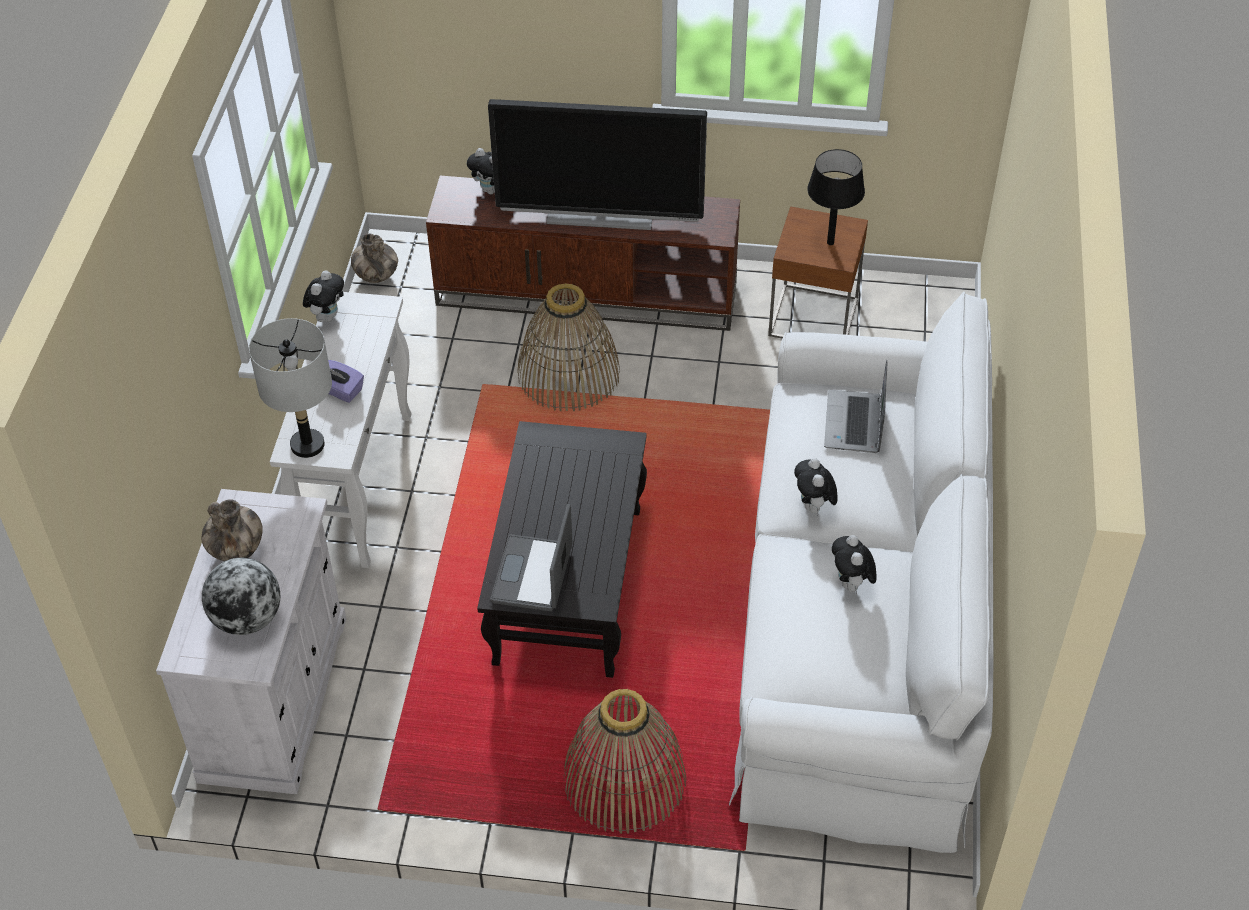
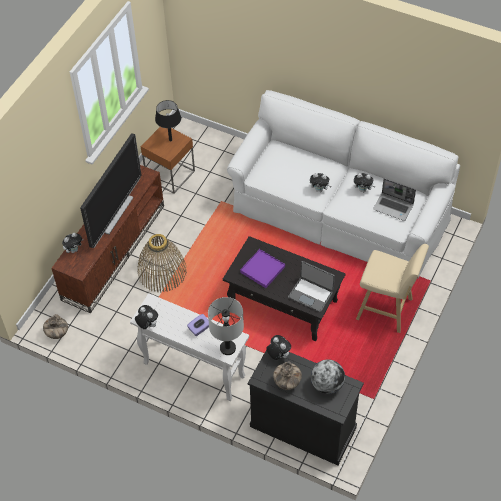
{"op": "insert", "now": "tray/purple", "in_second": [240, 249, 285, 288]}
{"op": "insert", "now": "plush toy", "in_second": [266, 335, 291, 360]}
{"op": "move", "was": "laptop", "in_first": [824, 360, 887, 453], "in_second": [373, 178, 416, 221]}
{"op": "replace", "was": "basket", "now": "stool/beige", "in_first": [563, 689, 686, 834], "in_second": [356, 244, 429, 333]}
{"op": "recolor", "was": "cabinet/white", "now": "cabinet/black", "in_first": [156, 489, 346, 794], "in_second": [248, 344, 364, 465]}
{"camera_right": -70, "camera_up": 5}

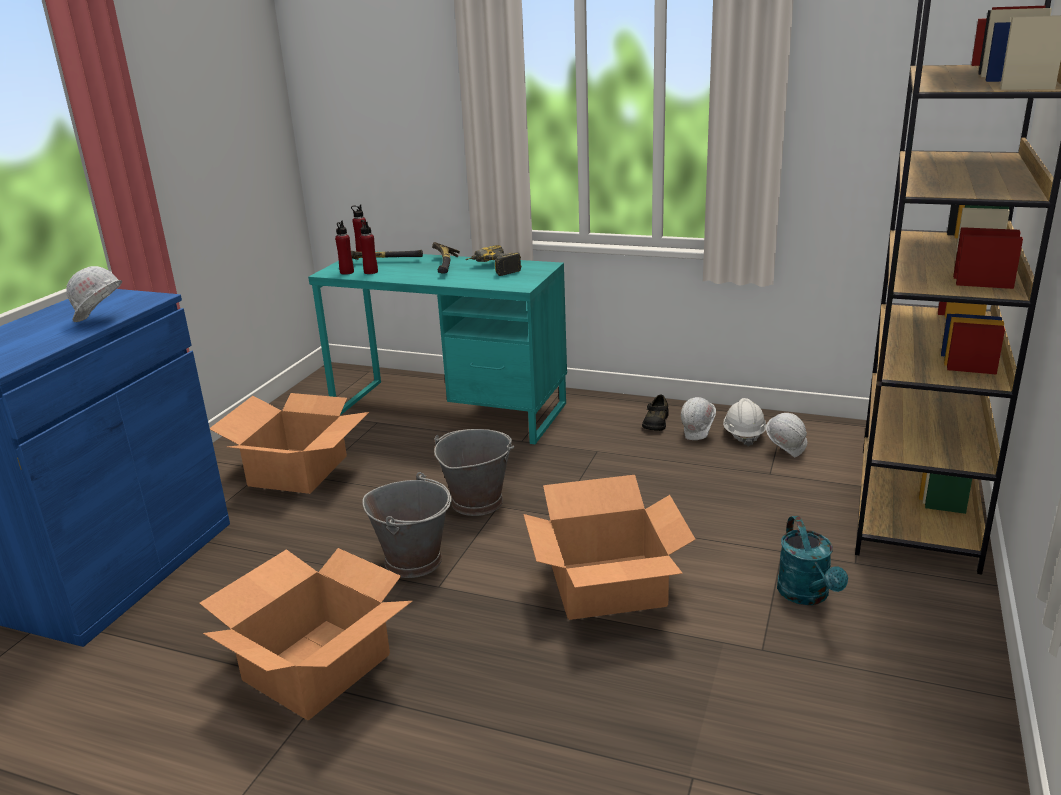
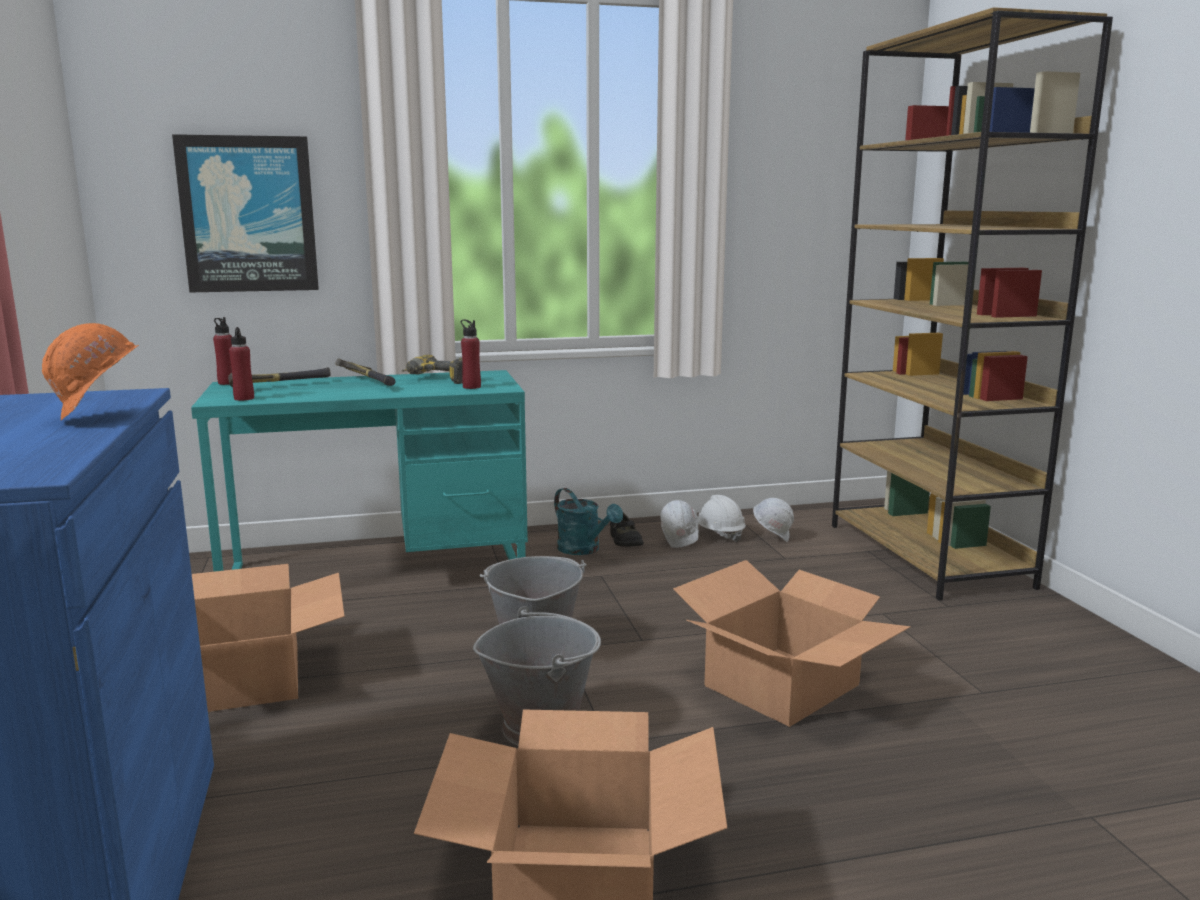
{"op": "insert", "now": "picture", "in_second": [172, 134, 319, 293]}
{"op": "move", "was": "bottle/red", "in_first": [360, 220, 378, 274], "in_second": [461, 320, 481, 389]}
{"op": "move", "was": "watering can/turquoise", "in_first": [777, 516, 848, 605], "in_second": [554, 488, 623, 555]}
{"op": "recolor", "was": "hard hat/white", "now": "hard hat/orange", "in_first": [47, 266, 122, 337], "in_second": [42, 323, 139, 420]}
{"camera_right": -35, "camera_up": -10}

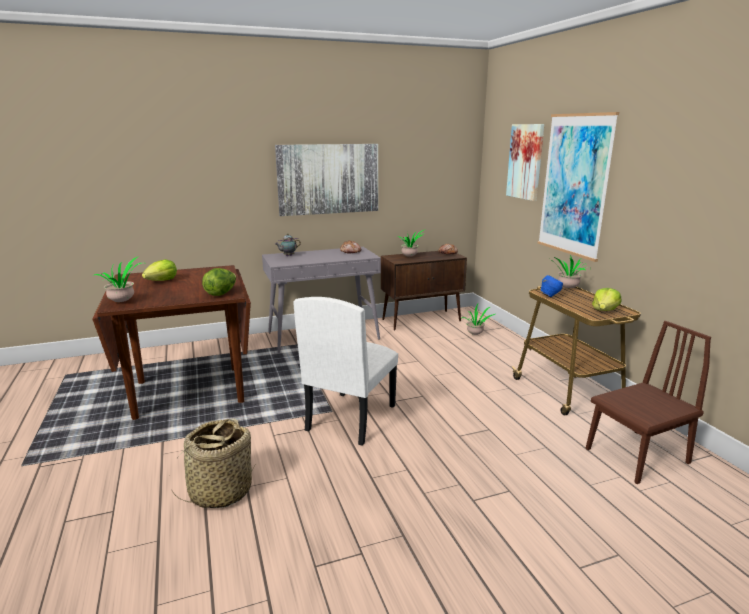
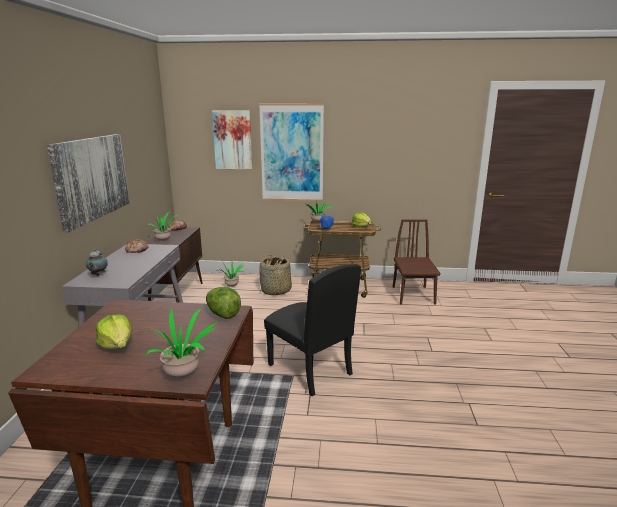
{"op": "move", "was": "basket", "in_first": [171, 418, 256, 508], "in_second": [259, 255, 292, 295]}
{"op": "recolor", "was": "chair/white", "now": "chair/black", "in_first": [293, 297, 398, 446], "in_second": [264, 264, 361, 396]}
{"camera_right": -65, "camera_up": 0}

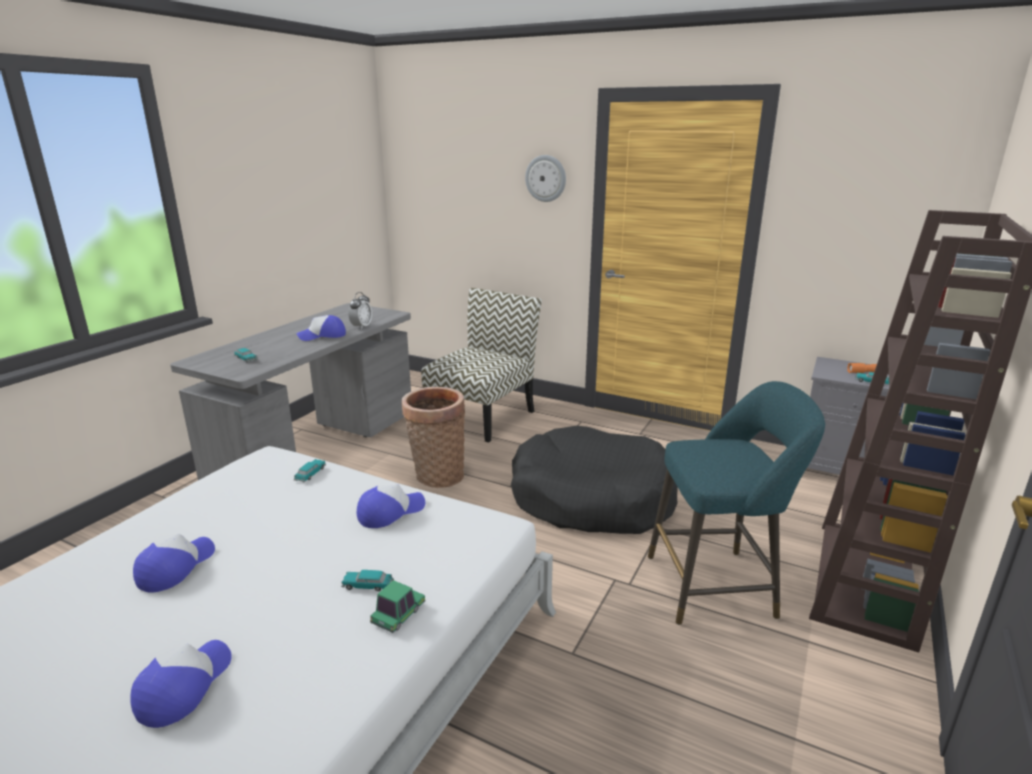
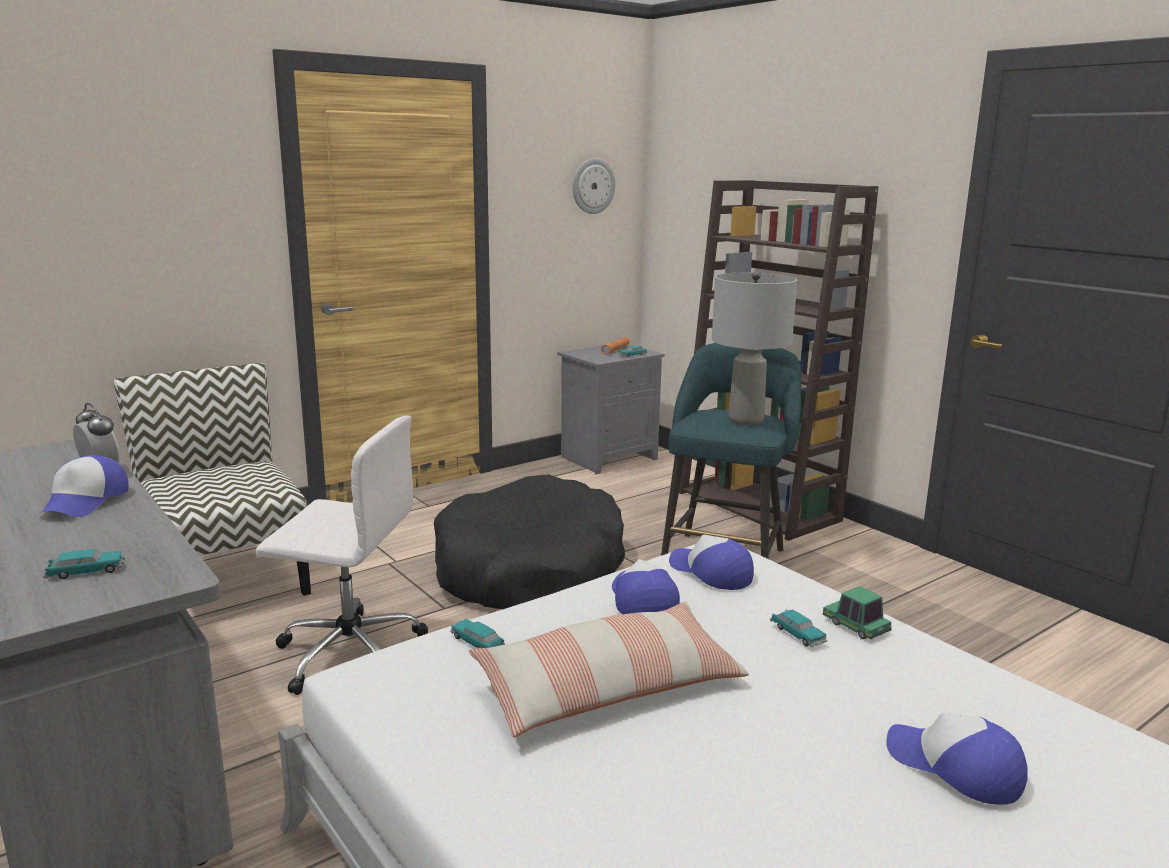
{"op": "insert", "now": "pillow", "in_second": [469, 601, 749, 737]}
{"op": "insert", "now": "table lamp/grey", "in_second": [712, 271, 797, 425]}
{"op": "move", "was": "cap", "in_first": [133, 534, 215, 593], "in_second": [669, 535, 754, 590]}
{"op": "move", "was": "wall clock", "in_first": [525, 155, 566, 202], "in_second": [572, 158, 615, 214]}
{"op": "replace", "was": "basket", "now": "office chair/white", "in_first": [402, 387, 465, 488], "in_second": [256, 416, 428, 695]}
{"op": "rotate", "was": "toy car", "in_first": [341, 570, 394, 591], "in_second": [770, 610, 827, 647], "clockwise": -60}
{"camera_right": -65, "camera_up": -5}

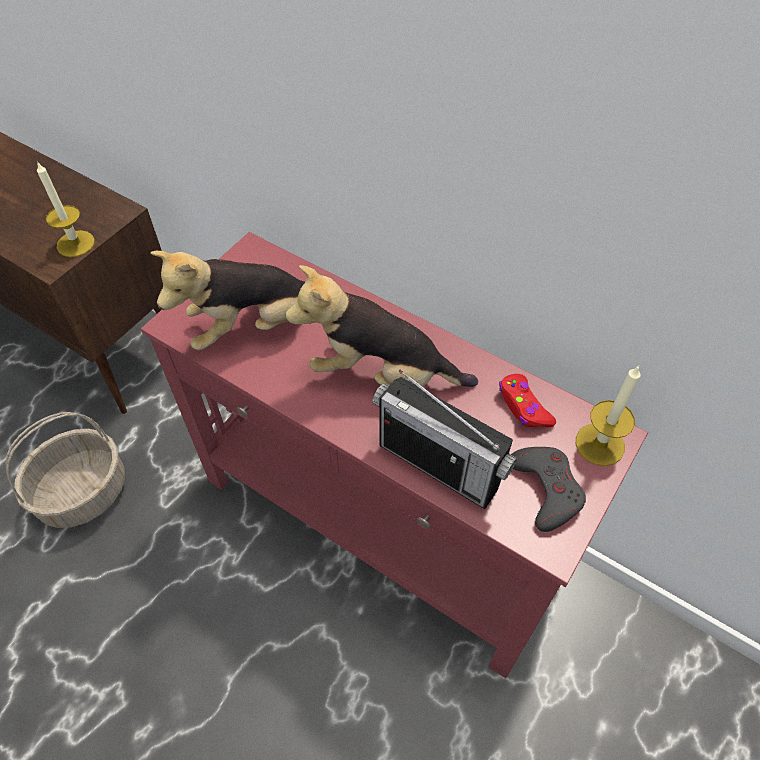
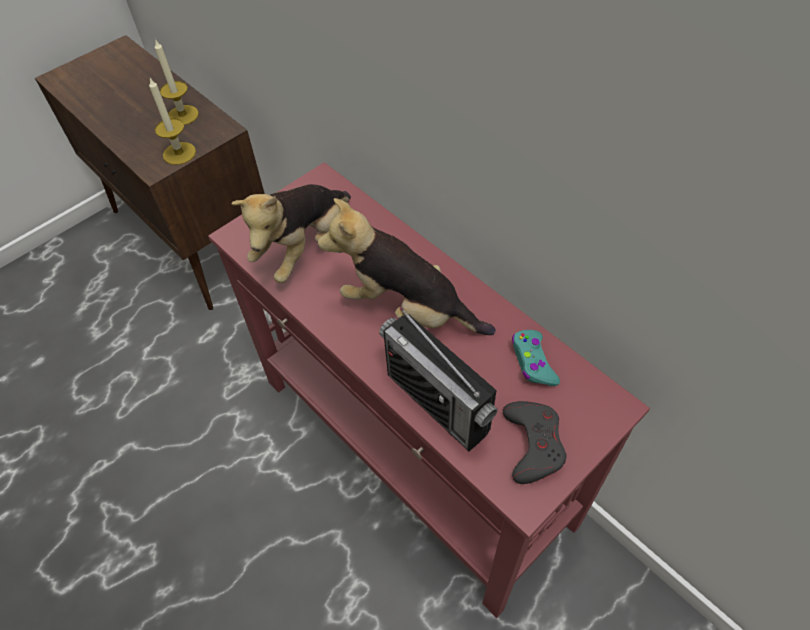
{"op": "delete", "was": "basket", "in_first": [5, 412, 125, 528]}
{"op": "move", "was": "candle", "in_first": [576, 366, 641, 466], "in_second": [155, 39, 199, 125]}
{"op": "recolor", "was": "game controller/red", "now": "game controller/turquoise", "in_first": [499, 374, 556, 428], "in_second": [512, 330, 560, 386]}
{"op": "rotate", "was": "plush toy", "in_first": [151, 251, 305, 350], "in_second": [231, 184, 351, 283], "clockwise": -45}
{"camera_right": 15, "camera_up": 0}

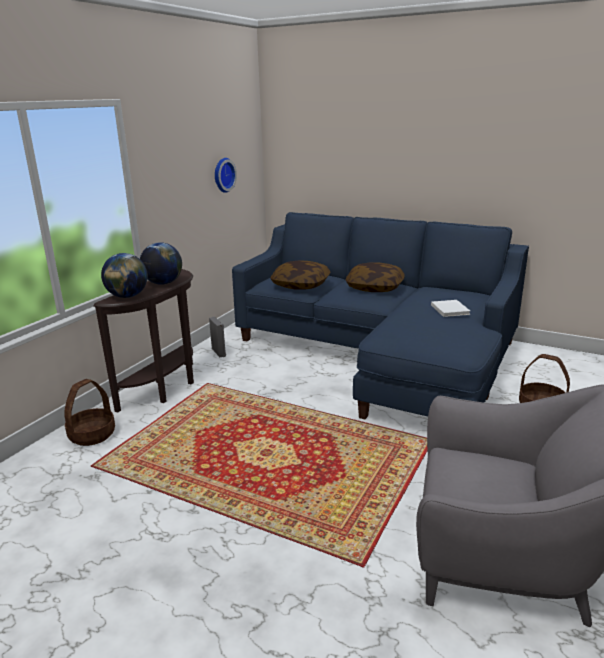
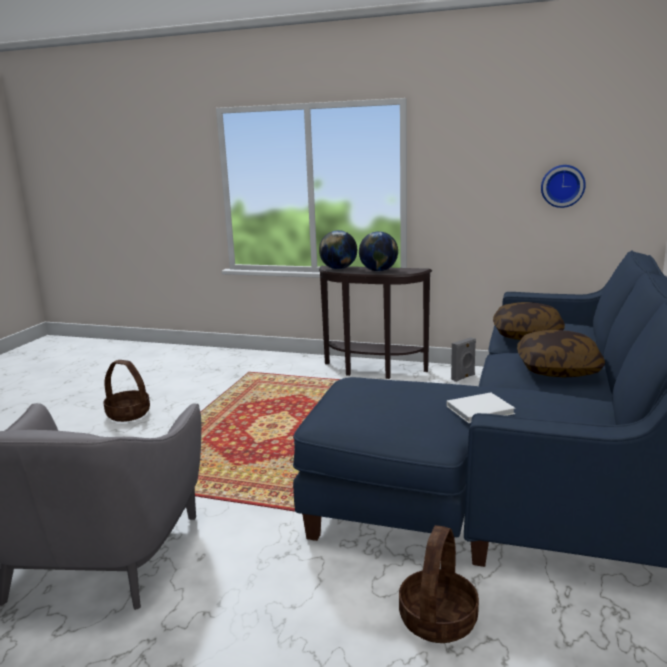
{"op": "move", "was": "basket", "in_first": [64, 379, 115, 446], "in_second": [103, 360, 150, 422]}
{"camera_right": 80, "camera_up": -5}

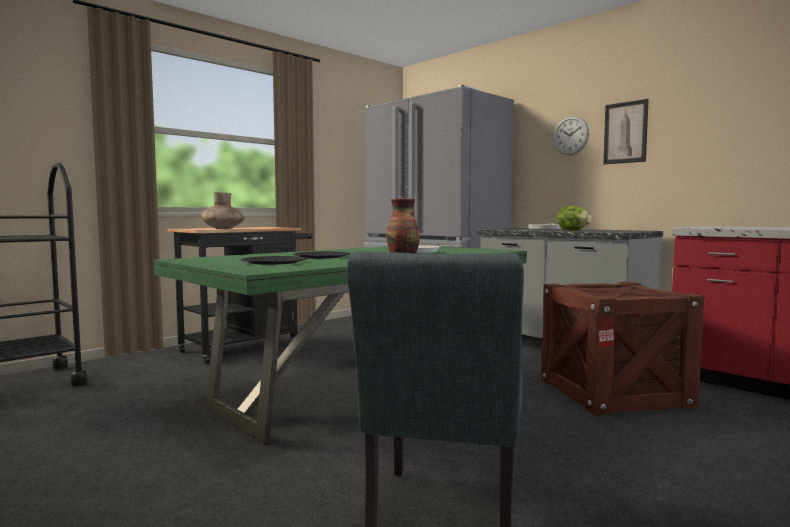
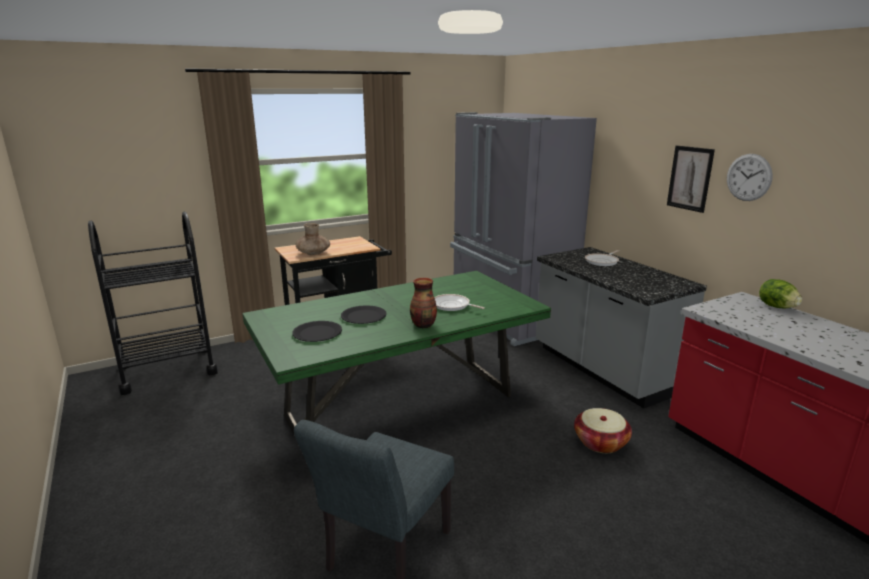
{"op": "move", "was": "wall clock", "in_first": [553, 116, 589, 155], "in_second": [727, 154, 773, 201]}
{"op": "move", "was": "lettuce", "in_first": [557, 206, 592, 231], "in_second": [759, 279, 802, 308]}
{"op": "replace", "was": "crate", "now": "basket", "in_first": [541, 282, 704, 416], "in_second": [574, 408, 632, 453]}
{"camera_right": 15, "camera_up": 15}

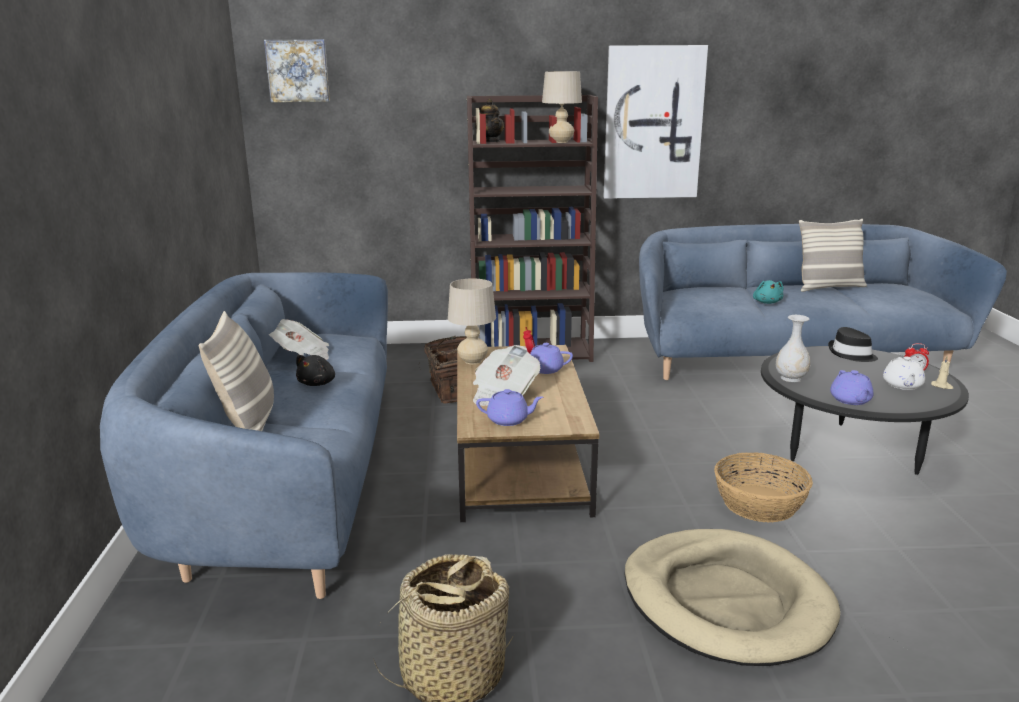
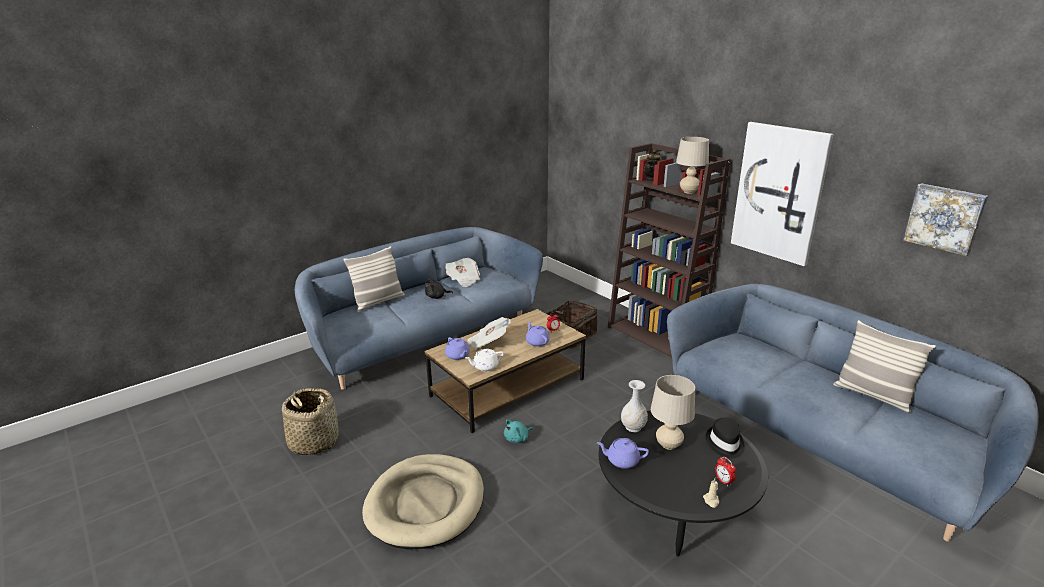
{"op": "delete", "was": "basket", "in_first": [714, 452, 813, 523]}
{"op": "move", "was": "picture", "in_first": [264, 40, 330, 102], "in_second": [903, 183, 988, 256]}
{"op": "move", "was": "table lamp/beige", "in_first": [448, 279, 496, 364], "in_second": [651, 375, 695, 450]}
{"op": "move", "was": "plush toy/turquoise", "in_first": [753, 280, 784, 304], "in_second": [504, 420, 534, 443]}
{"op": "move", "was": "teapot/white", "in_first": [883, 356, 925, 390], "in_second": [465, 349, 504, 371]}
{"op": "rotate", "was": "teapot/purple", "in_first": [830, 370, 874, 405], "in_second": [597, 438, 649, 469], "clockwise": 45}
{"camera_right": 55, "camera_up": 5}

